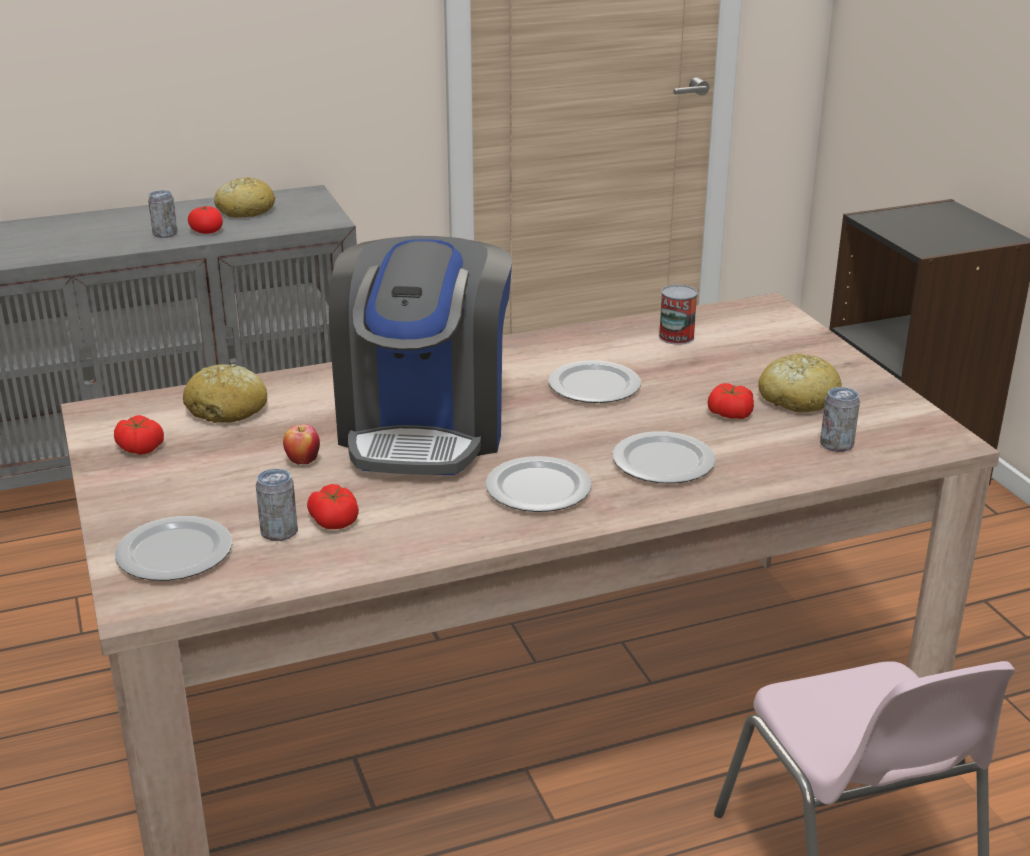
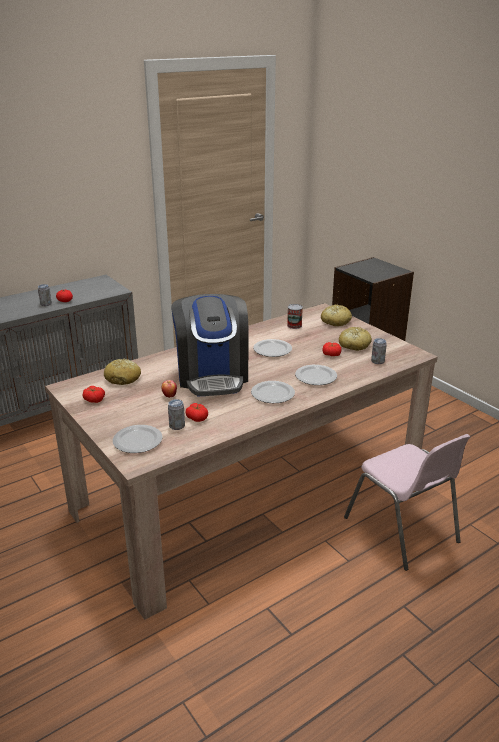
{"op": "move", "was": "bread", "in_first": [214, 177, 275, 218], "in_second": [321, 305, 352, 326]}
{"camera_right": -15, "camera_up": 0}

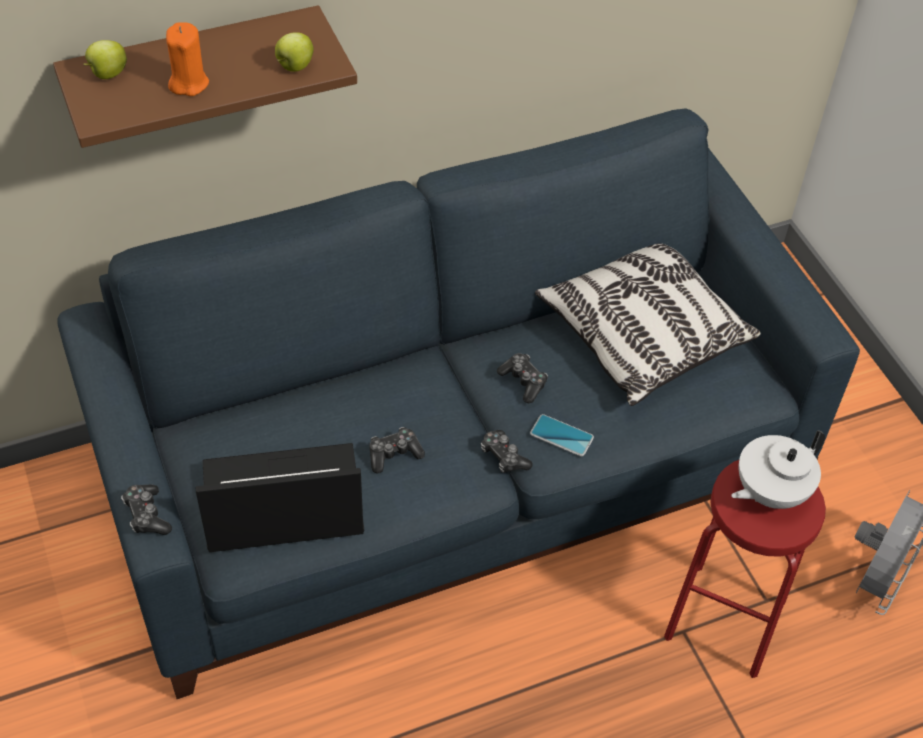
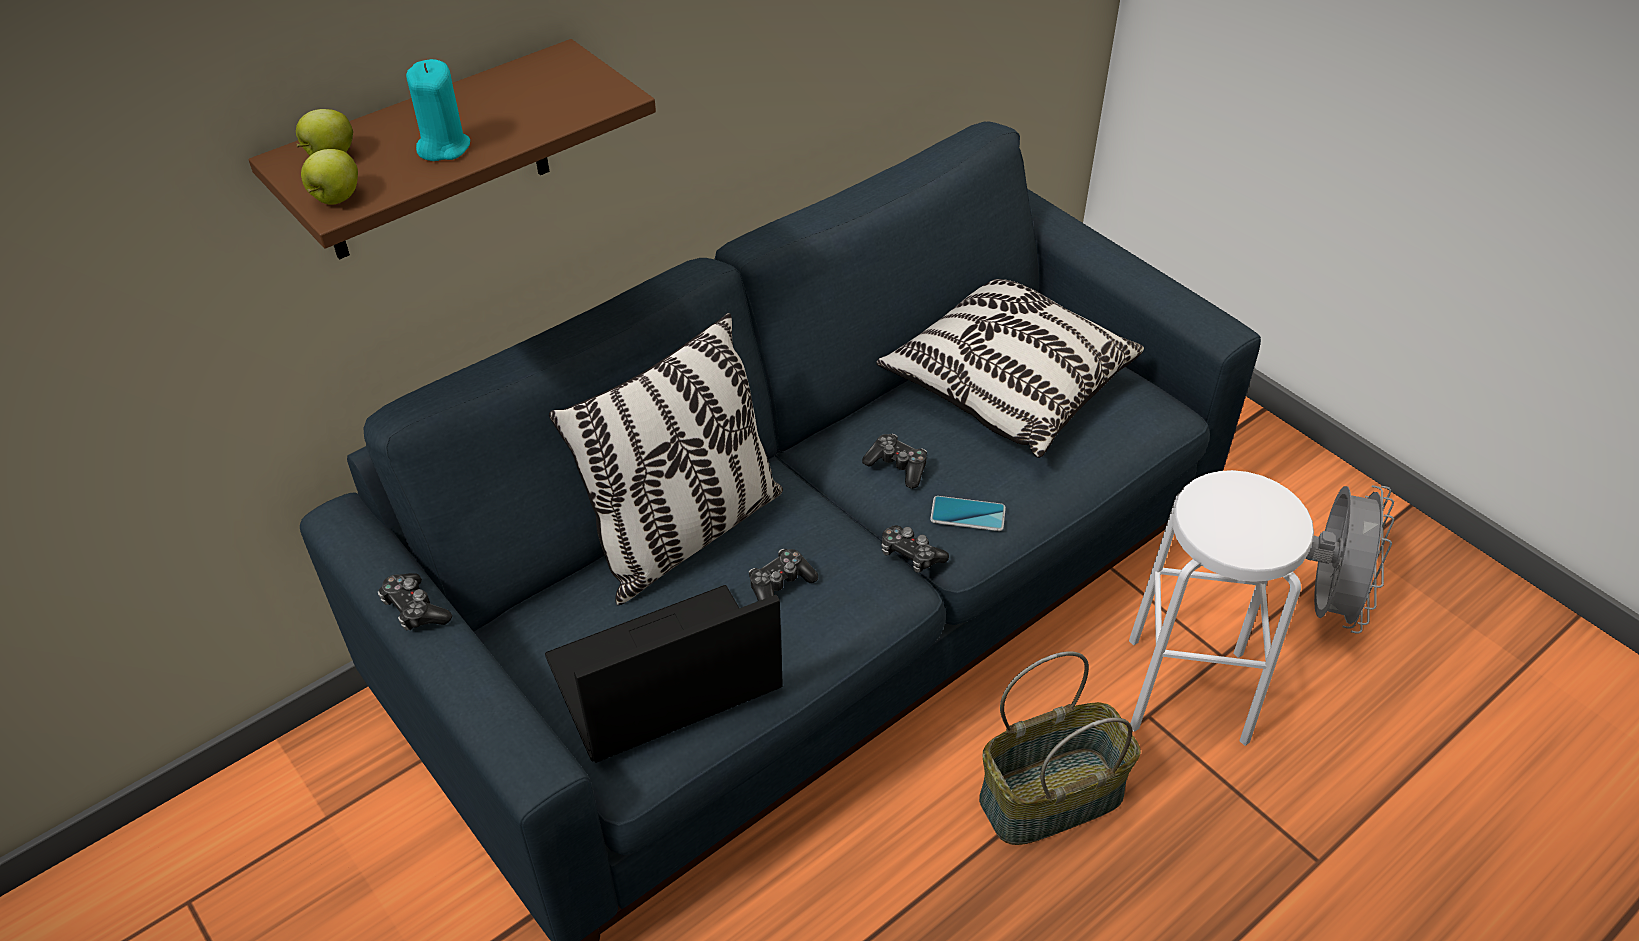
{"op": "delete", "was": "teapot/white", "in_first": [731, 430, 825, 509]}
{"op": "insert", "now": "pillow", "in_second": [549, 313, 783, 605]}
{"op": "insert", "now": "basket", "in_second": [979, 651, 1141, 845]}
{"op": "move", "was": "game controller", "in_first": [121, 484, 172, 535], "in_second": [378, 573, 452, 630]}
{"op": "move", "was": "apple", "in_first": [275, 32, 314, 72], "in_second": [301, 149, 358, 205]}
{"op": "recolor", "was": "candle/orange", "now": "candle/turquoise", "in_first": [166, 22, 209, 96], "in_second": [406, 59, 470, 161]}
{"op": "recolor", "was": "stool/red", "now": "stool/white", "in_first": [664, 460, 826, 678], "in_second": [1129, 470, 1314, 746]}
{"camera_right": -15, "camera_up": -5}

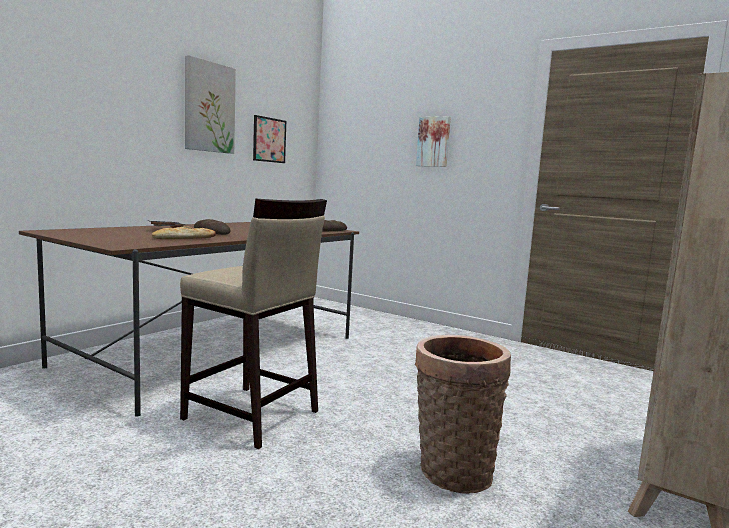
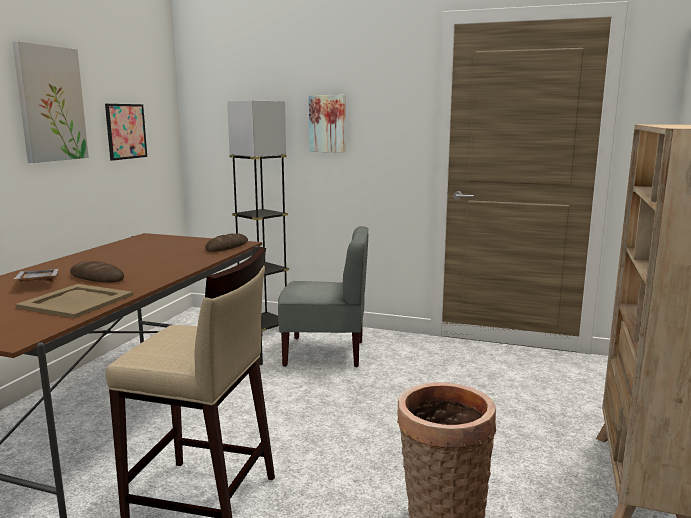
{"op": "insert", "now": "floor lamp/grey", "in_second": [227, 101, 289, 331]}
{"op": "insert", "now": "chair/grey", "in_second": [278, 226, 368, 367]}
{"op": "replace", "was": "bread", "now": "tray/beige", "in_first": [152, 226, 216, 239], "in_second": [15, 284, 133, 318]}
{"camera_right": -15, "camera_up": 5}

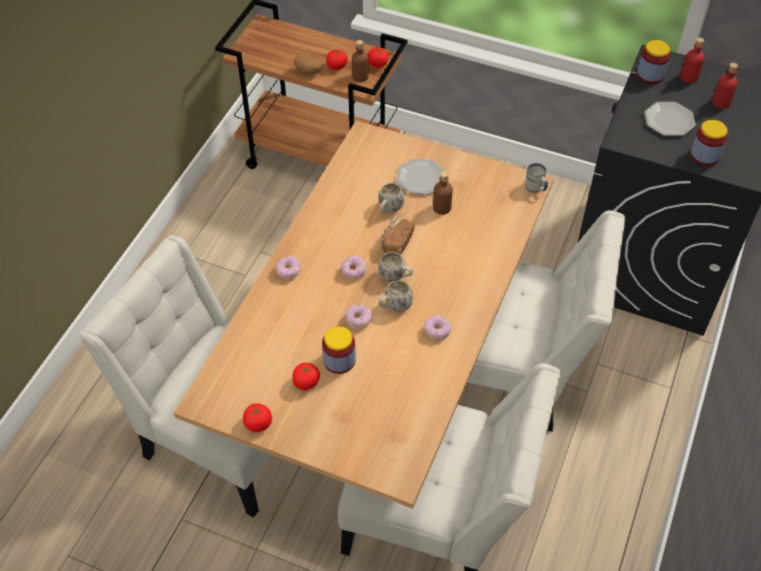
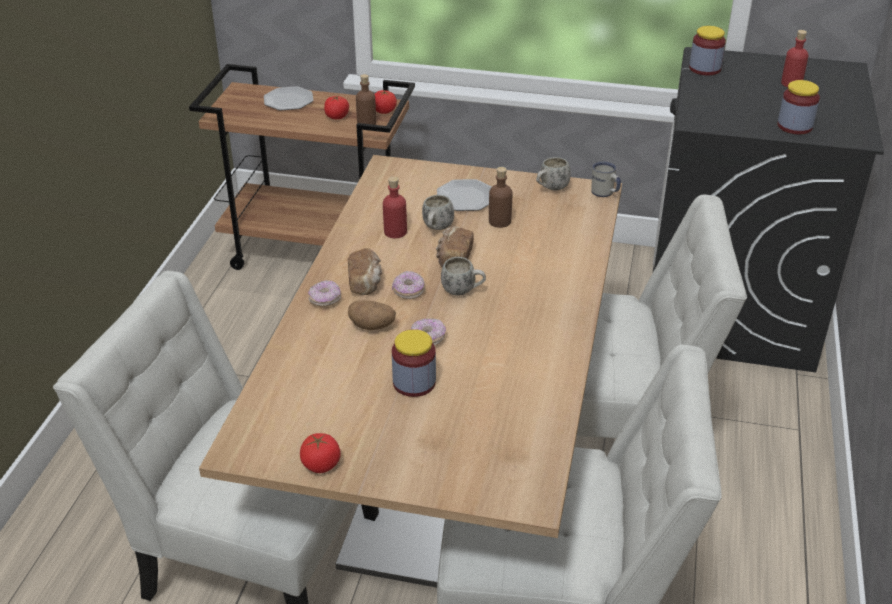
{"op": "delete", "was": "tomato", "in_first": [292, 362, 320, 390]}
{"op": "delete", "was": "donut", "in_first": [424, 315, 451, 340]}
{"op": "insert", "now": "bread", "in_second": [348, 248, 382, 295]}
{"op": "move", "was": "potato", "in_first": [294, 54, 323, 74], "in_second": [348, 300, 396, 330]}
{"op": "move", "was": "mug/white", "in_first": [378, 281, 413, 312], "in_second": [536, 157, 571, 191]}
{"op": "move", "was": "plate", "in_first": [644, 102, 696, 136], "in_second": [264, 86, 314, 110]}
{"op": "move", "was": "bottle/red", "in_first": [680, 37, 705, 83], "in_second": [383, 177, 407, 238]}
{"camera_right": -10, "camera_up": -15}

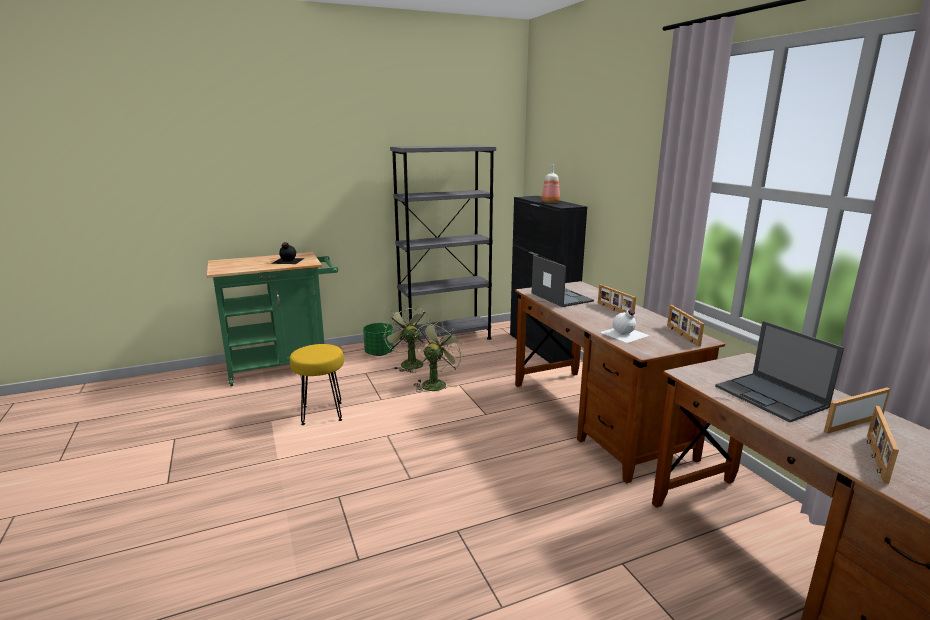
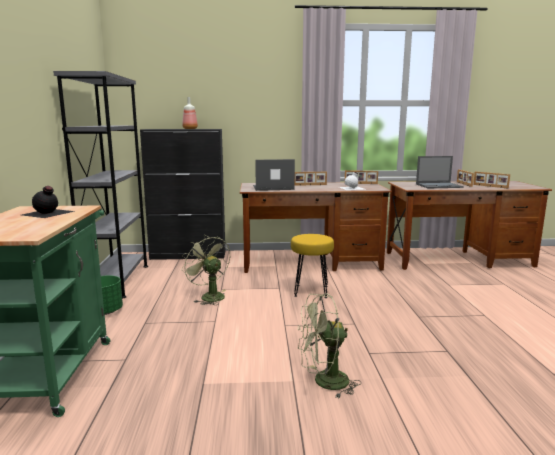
{"op": "move", "was": "stool/yellow", "in_first": [290, 344, 344, 425], "in_second": [291, 234, 334, 298]}
{"op": "move", "was": "fan/green", "in_first": [382, 305, 430, 373], "in_second": [298, 294, 361, 398]}
{"camera_right": -70, "camera_up": -5}

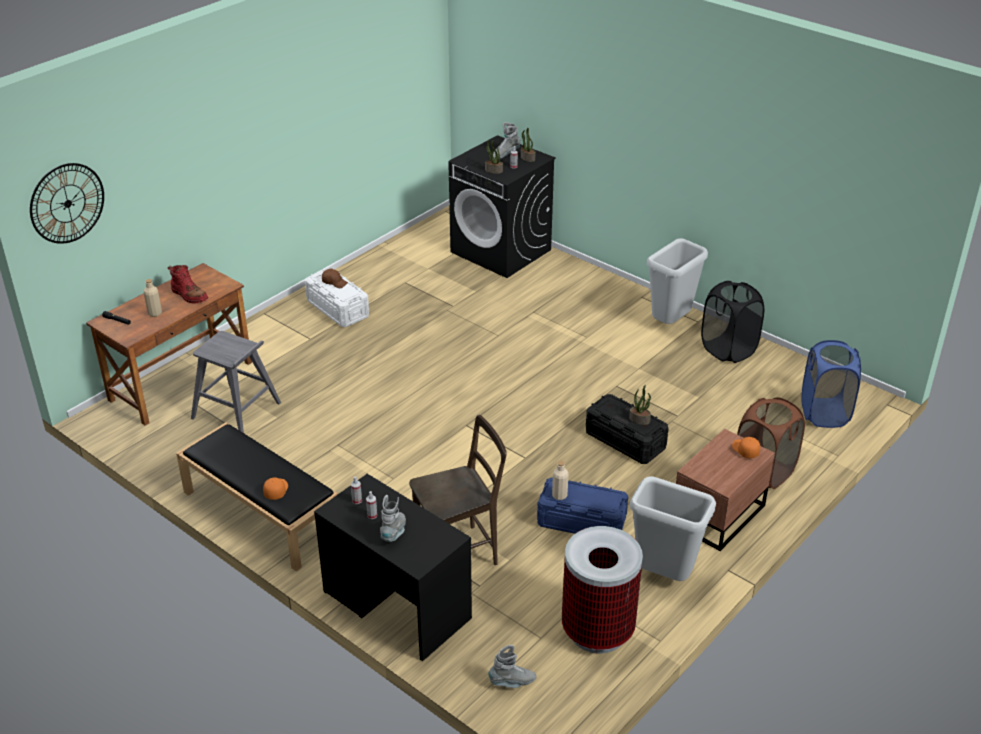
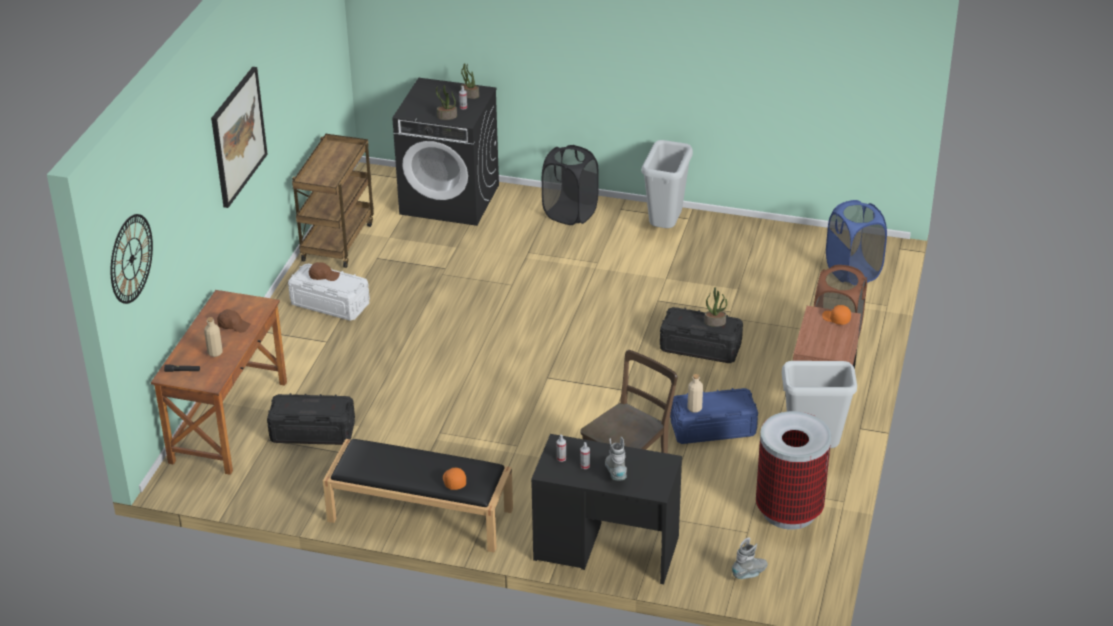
{"op": "delete", "was": "boot/grey", "in_first": [493, 122, 521, 159]}
{"op": "insert", "now": "picture", "in_second": [211, 67, 268, 208]}
{"op": "insert", "now": "cart/brown", "in_second": [292, 134, 374, 268]}
{"op": "move", "was": "laundry basket/black", "in_first": [701, 281, 764, 363], "in_second": [542, 145, 599, 225]}
{"op": "replace", "was": "boot/red", "now": "cap/brown", "in_first": [168, 265, 208, 304], "in_second": [217, 309, 250, 333]}
{"op": "replace", "was": "stool/grey", "now": "storage box/black", "in_first": [191, 331, 281, 433], "in_second": [267, 393, 355, 445]}
{"camera_right": -25, "camera_up": 0}

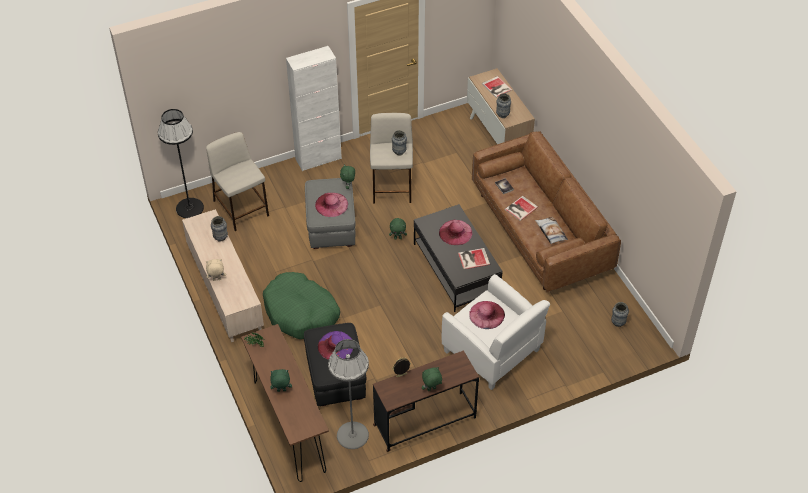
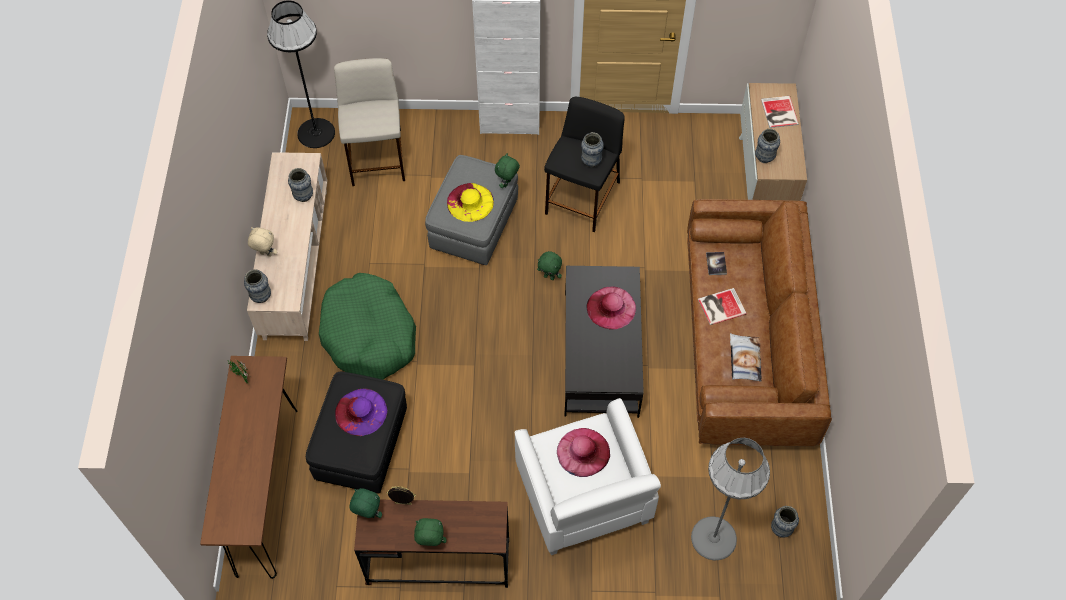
{"op": "delete", "was": "book", "in_first": [458, 248, 490, 269]}
{"op": "insert", "now": "vase", "in_second": [244, 269, 271, 303]}
{"op": "move", "was": "plush toy/green", "in_first": [270, 369, 292, 392], "in_second": [350, 488, 382, 518]}
{"op": "move", "was": "floor lamp/grey", "in_first": [328, 339, 369, 449], "in_second": [691, 438, 770, 560]}
{"op": "recolor", "was": "hat/pink", "now": "hat/yellow", "in_first": [315, 193, 348, 217], "in_second": [447, 183, 494, 222]}
{"op": "recolor", "was": "stool/beige", "now": "stool/black", "in_first": [370, 113, 413, 204], "in_second": [544, 97, 625, 232]}
{"camera_right": 25, "camera_up": 10}

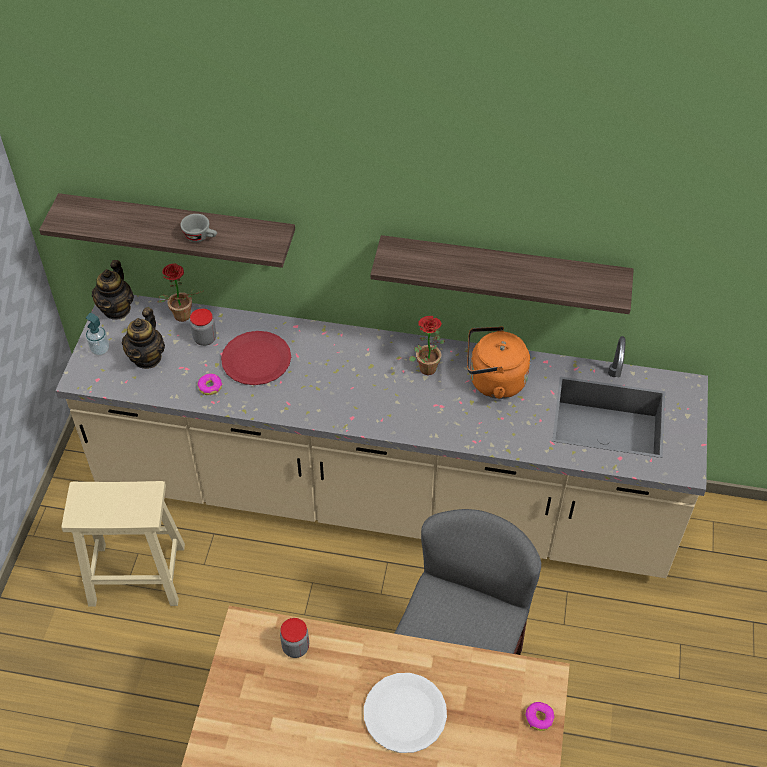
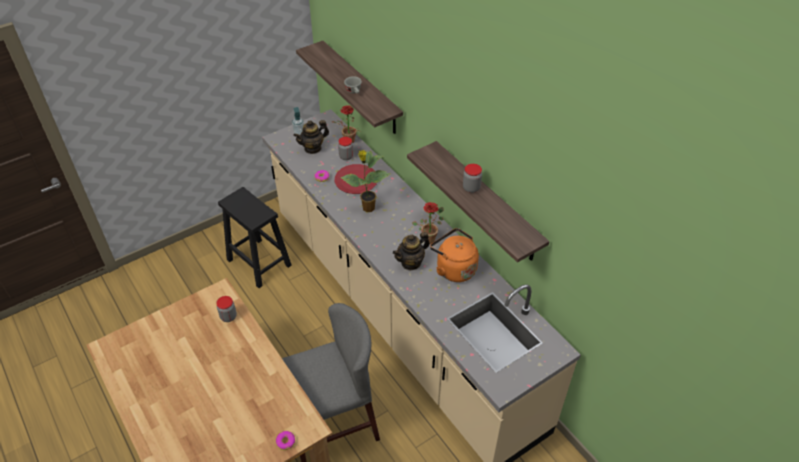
{"op": "delete", "was": "plate/white", "in_first": [364, 673, 447, 753]}
{"op": "insert", "now": "potted plant", "in_second": [340, 150, 390, 212]}
{"op": "insert", "now": "jar", "in_second": [463, 164, 482, 193]}
{"op": "move", "was": "teapot", "in_first": [92, 260, 134, 320], "in_second": [393, 232, 430, 271]}
{"op": "recolor", "was": "stool/beige", "now": "stool/black", "in_first": [62, 481, 185, 607], "in_second": [218, 187, 292, 288]}
{"camera_right": 45, "camera_up": -5}

